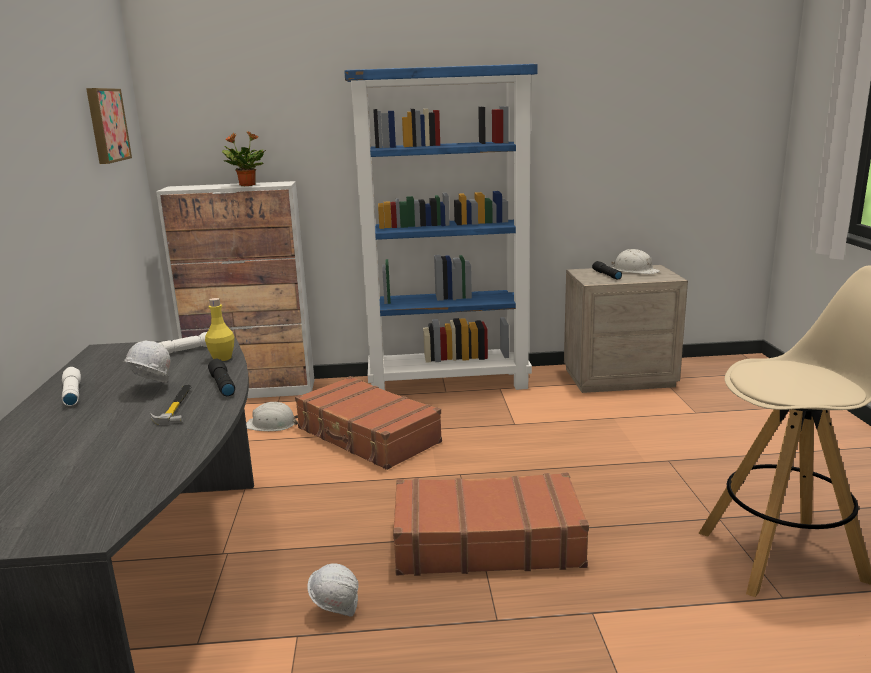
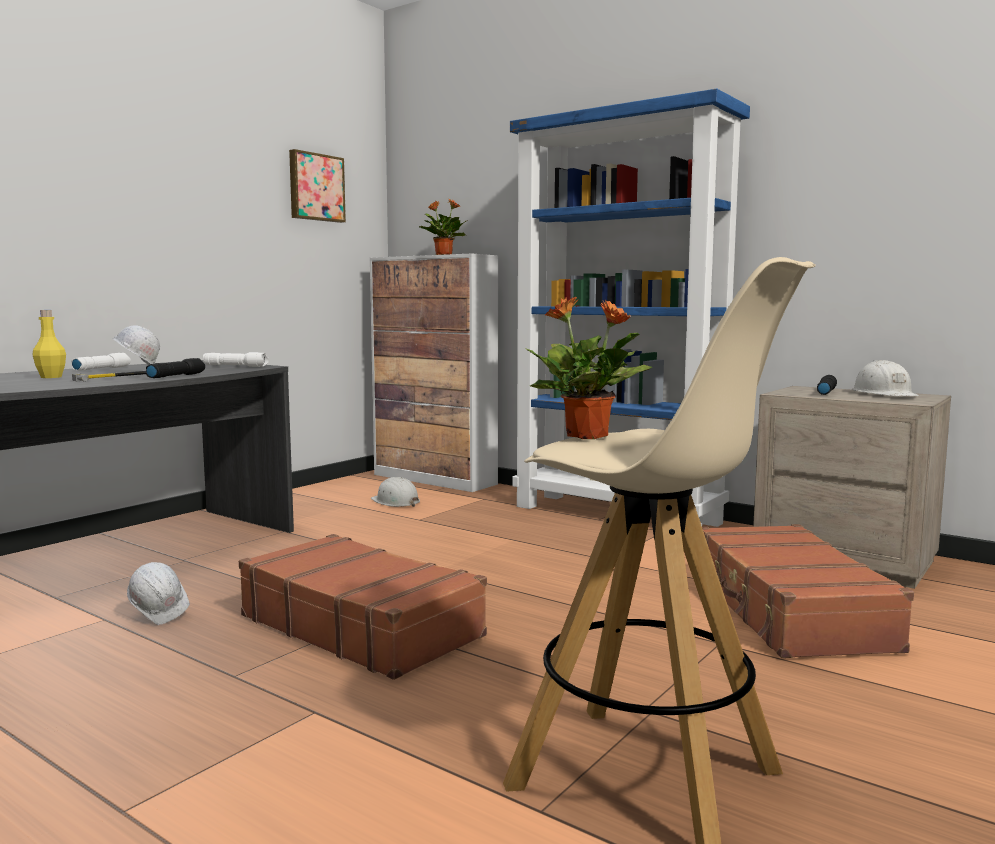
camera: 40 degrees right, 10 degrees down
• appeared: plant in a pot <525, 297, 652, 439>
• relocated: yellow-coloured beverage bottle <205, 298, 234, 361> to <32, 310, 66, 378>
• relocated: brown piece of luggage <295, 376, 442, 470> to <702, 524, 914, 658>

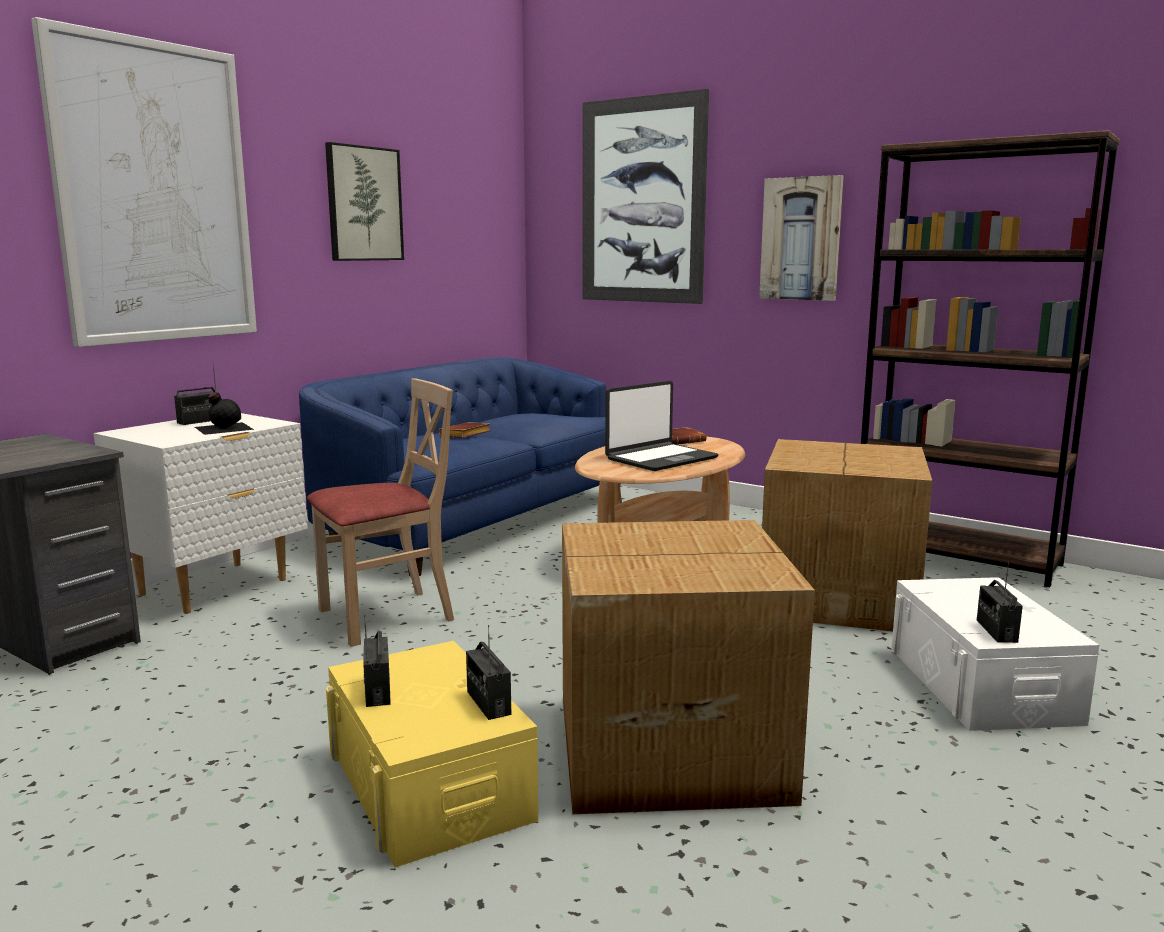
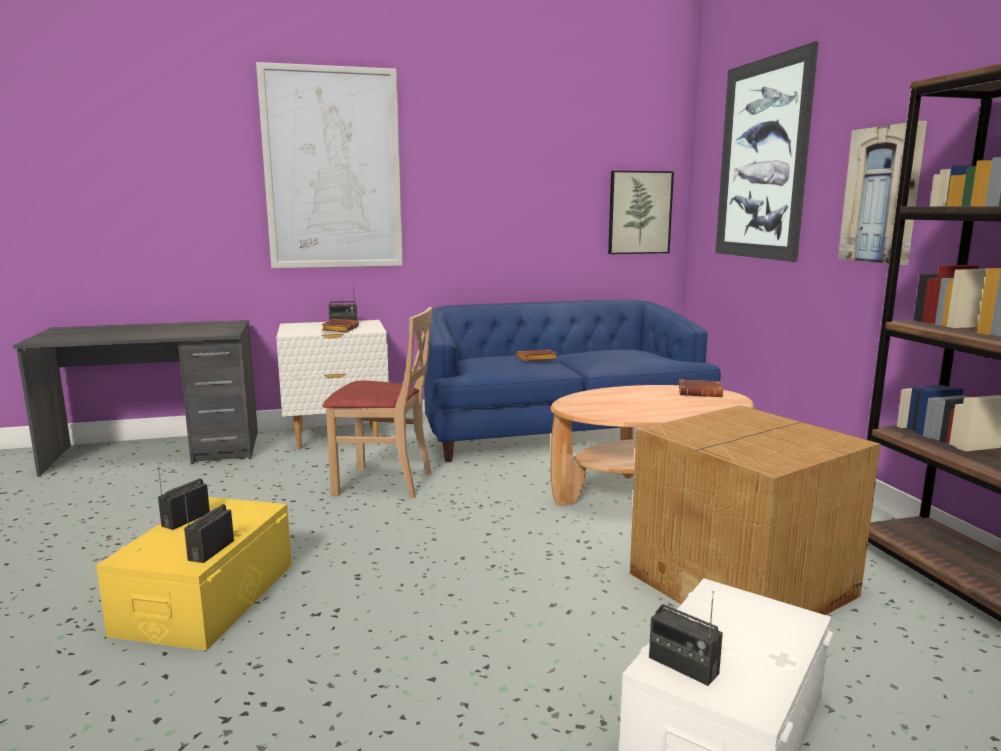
camera: 40 degrees right, 0 degrees up
• missing: packing box <562, 520, 815, 814>
• missing: portable computer <605, 381, 719, 471>
• relocated: wall art <325, 142, 404, 261> to <608, 171, 674, 254>
• exchanged: blackish beverage bottle <195, 392, 254, 435> to brown bound book <321, 319, 359, 332>
• spun: radio <977, 562, 1023, 643> = <649, 591, 723, 686> 90 degrees counterclockwise

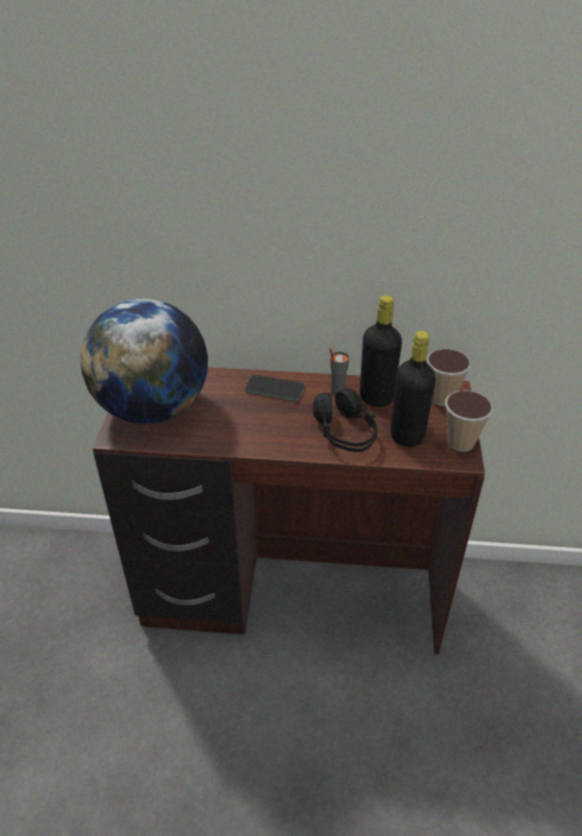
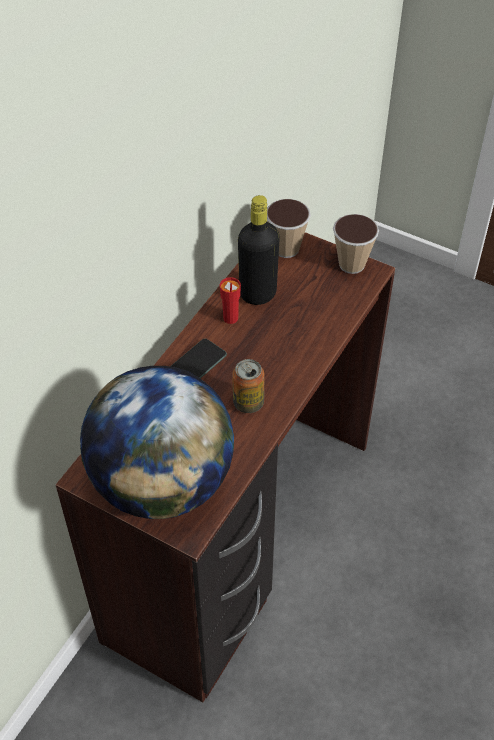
camera: 65 degrees left, 10 degrees up
• missing: blackish headphones <313, 388, 377, 452>
• missing: blackish beverage bottle <391, 330, 436, 447>
• appeared: sealed can <232, 359, 264, 413>
• colour: greyish small cup <330, 348, 350, 396> to reddish small cup <219, 277, 241, 324>

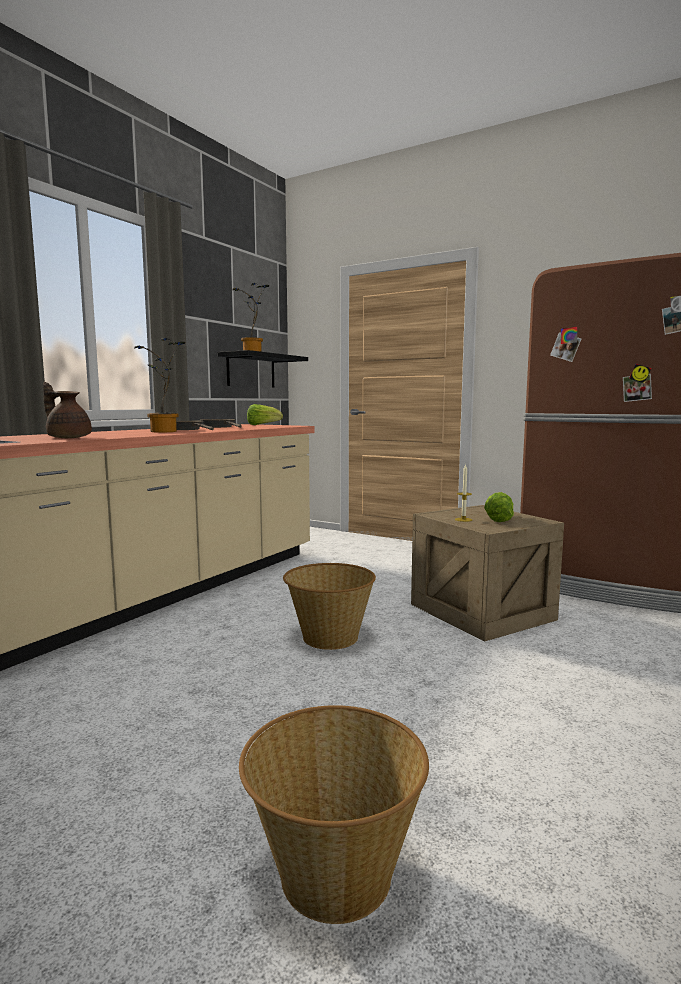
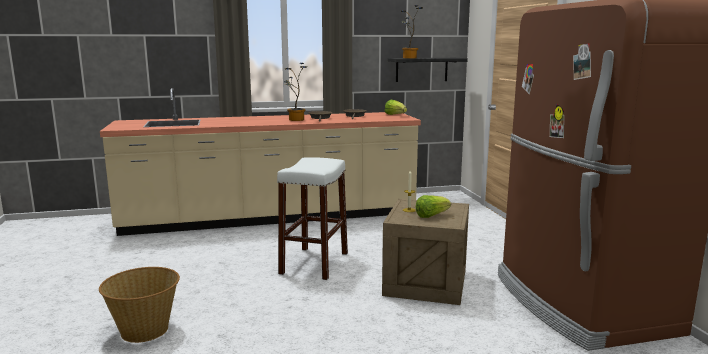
camera: 45 degrees right, 5 degrees up
• missing: brown pot for tea <43, 382, 92, 438>
• exchanged: basket <283, 563, 376, 650> to white-coloured stool seat <277, 157, 348, 280>

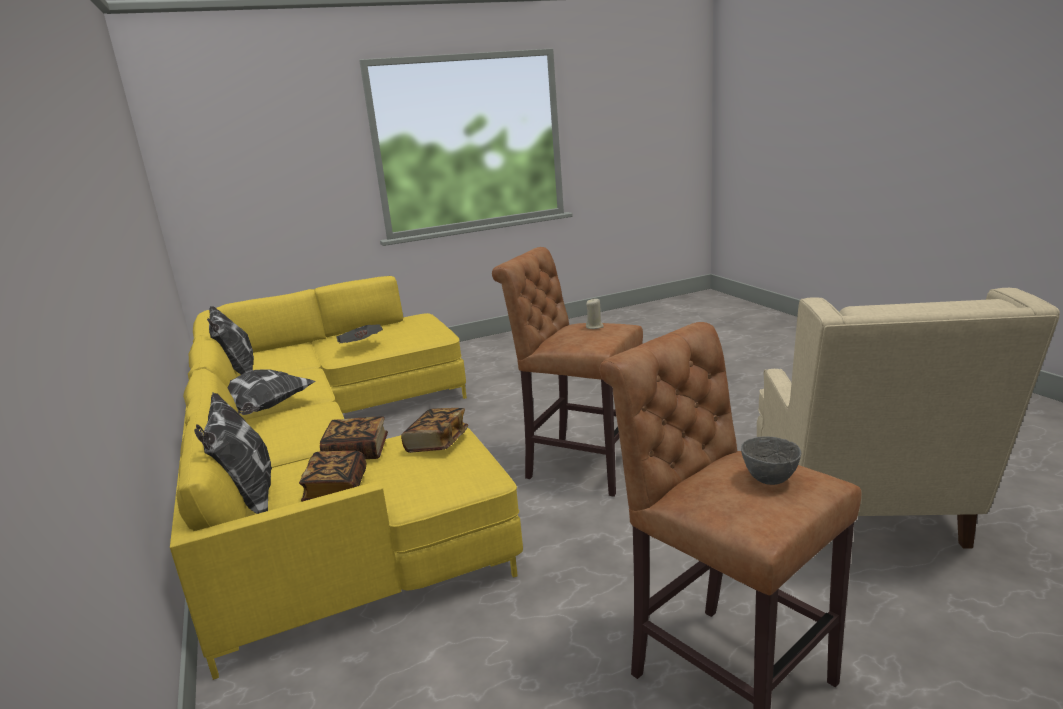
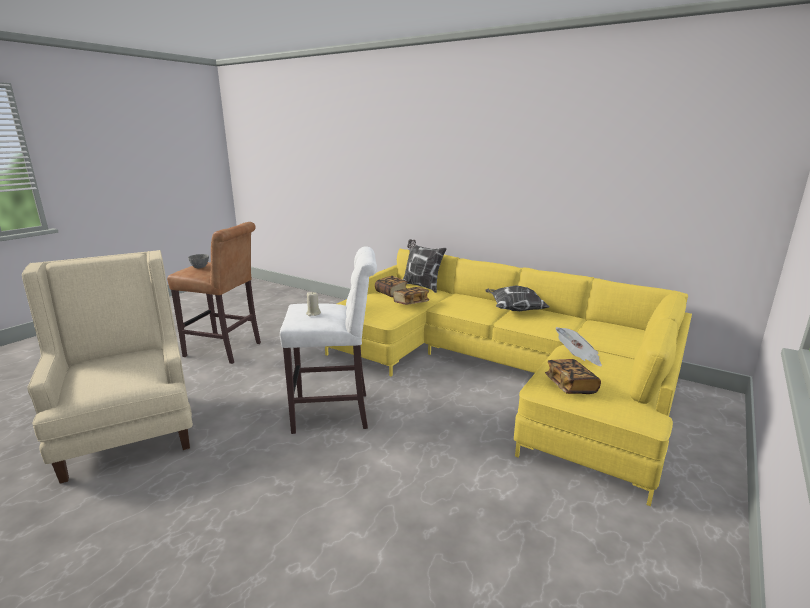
camera: 145 degrees right, 0 degrees up
• missing: cushion <207, 306, 254, 375>
• relocated: bound book <401, 408, 468, 453> to <545, 359, 601, 394>
• colour: brown stool seat <492, 247, 643, 497> to white-coloured stool seat <280, 246, 377, 434>

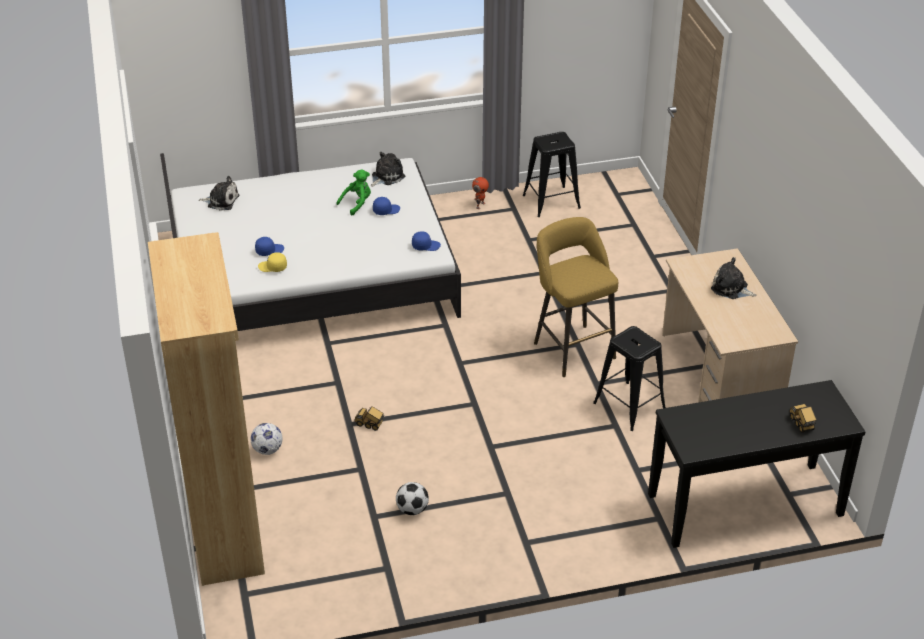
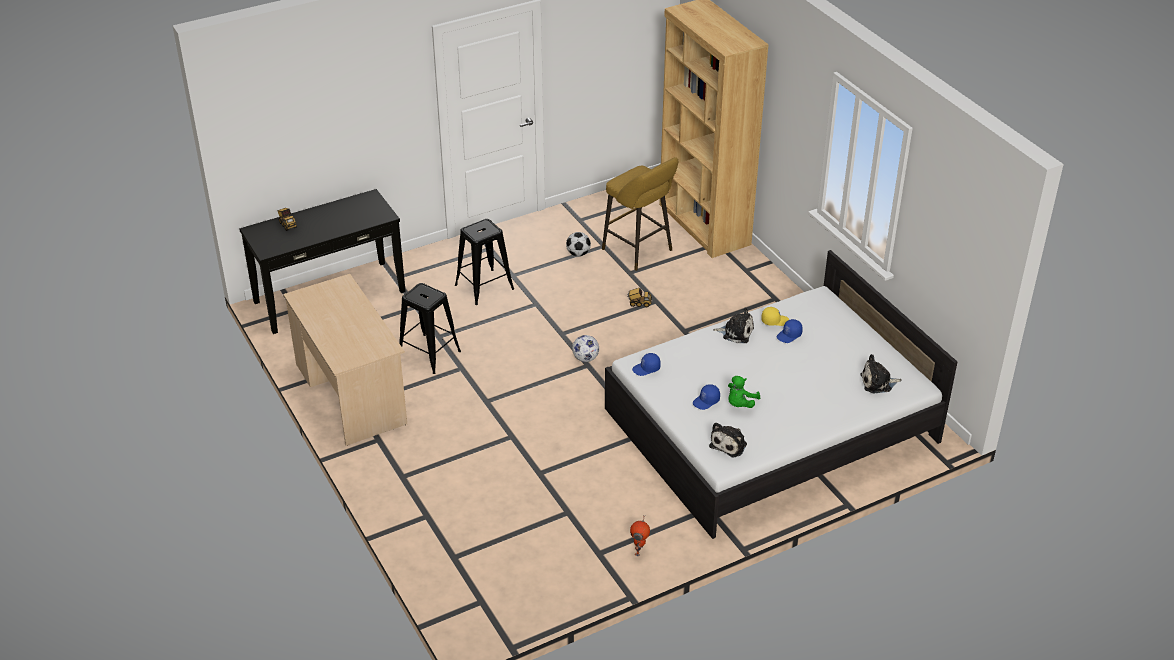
camera: 165 degrees right, 0 degrees up
• relocated: ball for football <251, 423, 283, 455> to <572, 335, 599, 362>
• relocated: blackish stool seat <523, 132, 581, 217> to <455, 219, 514, 305>
• relocated: yellow-coloured stool seat <534, 217, 618, 377> to <602, 157, 678, 271>
• relocated: cuddly toy <711, 257, 757, 299> to <713, 308, 754, 343>

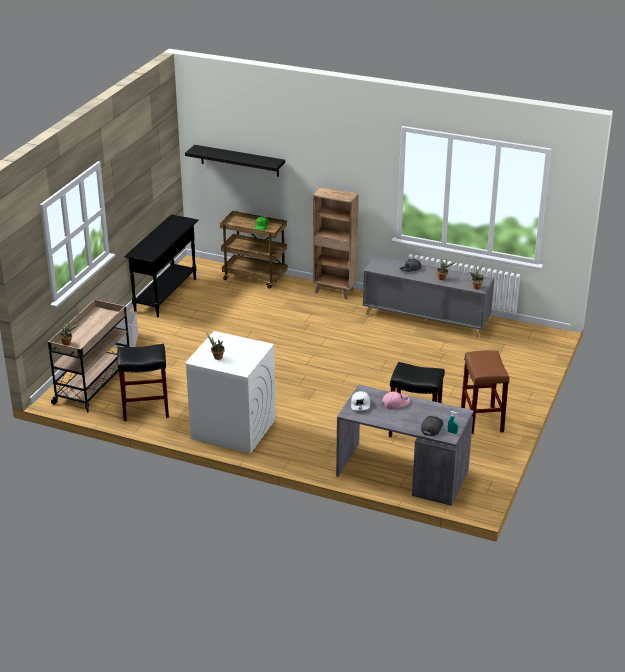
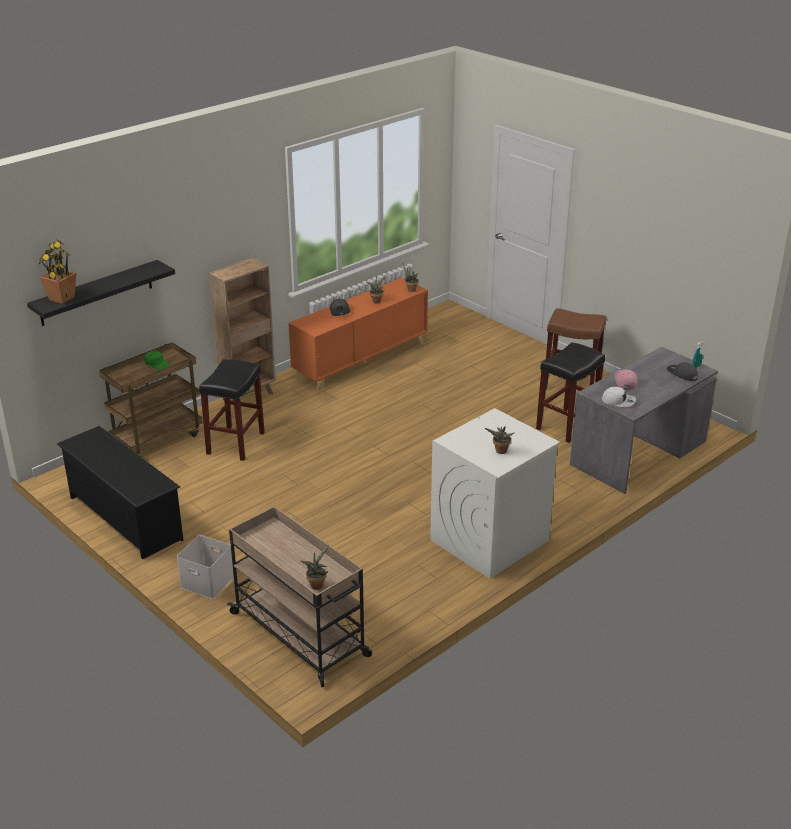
camera: 65 degrees left, 0 degrees up
• appeared: plant in a pot <39, 240, 76, 304>
• relocated: blackish stool seat <117, 344, 169, 421> to <199, 359, 265, 461>
• exchanged: blackish hall table <124, 214, 199, 317> to blackish shoe stand <57, 426, 183, 560>
• colour: greyish cabinet <363, 256, 494, 338> to orange cabinet <288, 278, 428, 391>

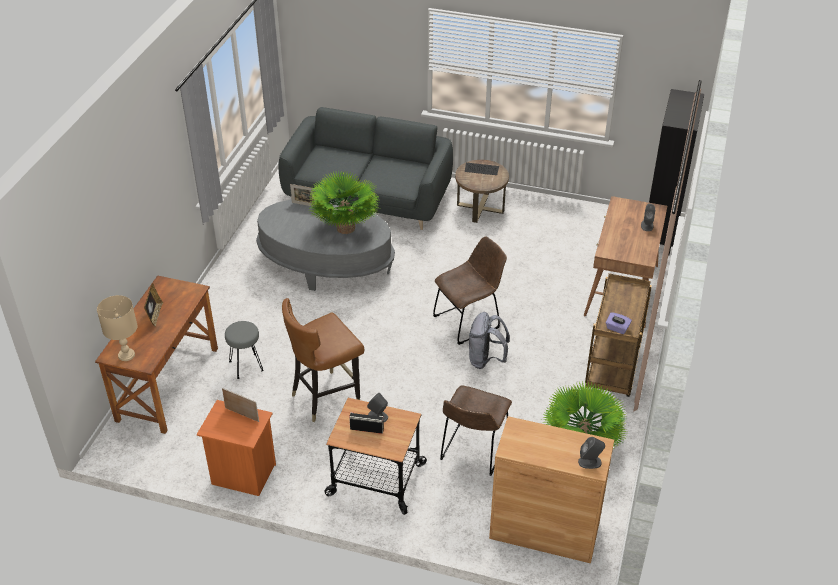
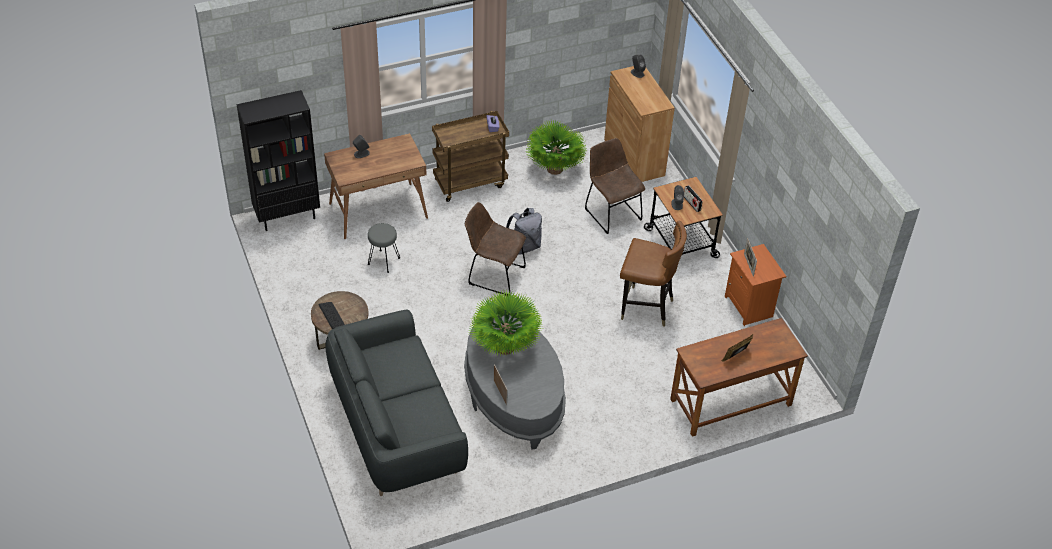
camera: 130 degrees left, 5 degrees up
• missing: sand-coloured lamp for a table <97, 295, 137, 361>
• relocated: greyish stool seat <225, 321, 264, 379> to <368, 223, 400, 273>
• spun: brown chair <440, 385, 512, 476> = <585, 138, 645, 234> 105 degrees counterclockwise

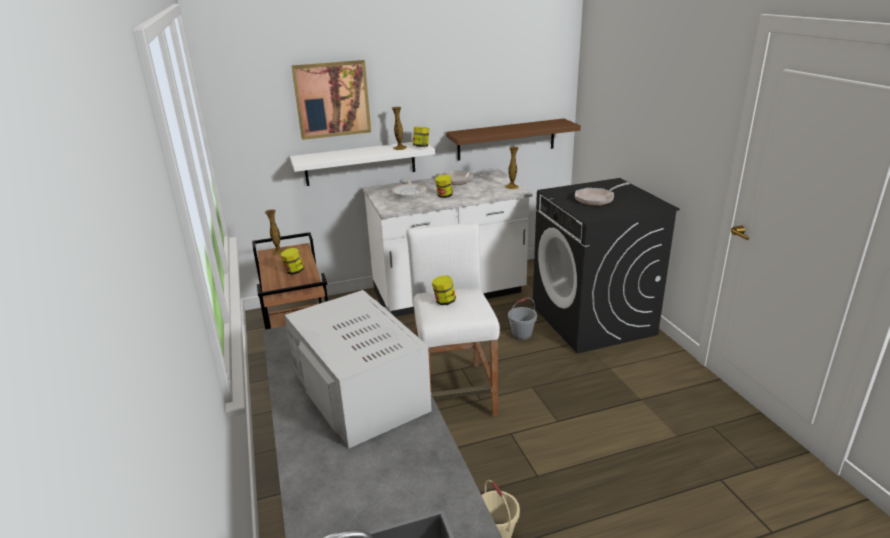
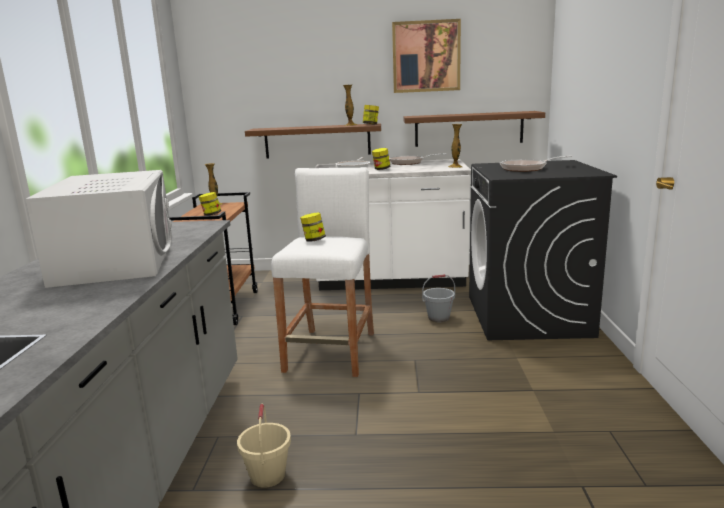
camera: 20 degrees right, 10 degrees down
• relocated: wall art <291, 60, 371, 140> to <392, 19, 461, 93>
• colour: white-coloured shelf <290, 142, 435, 186> to brown shelf <245, 123, 381, 158>

